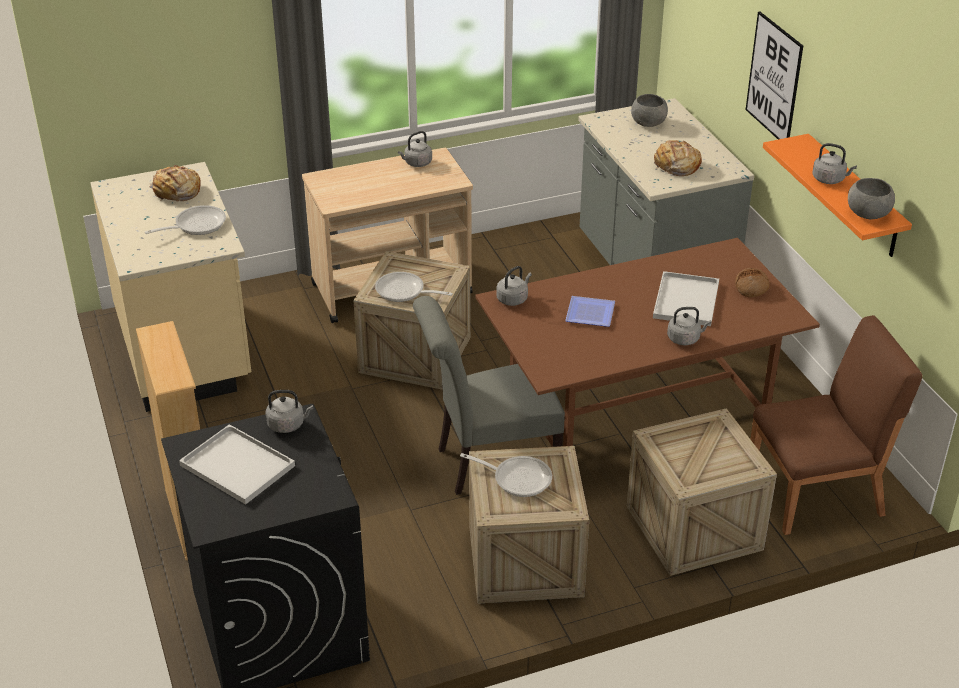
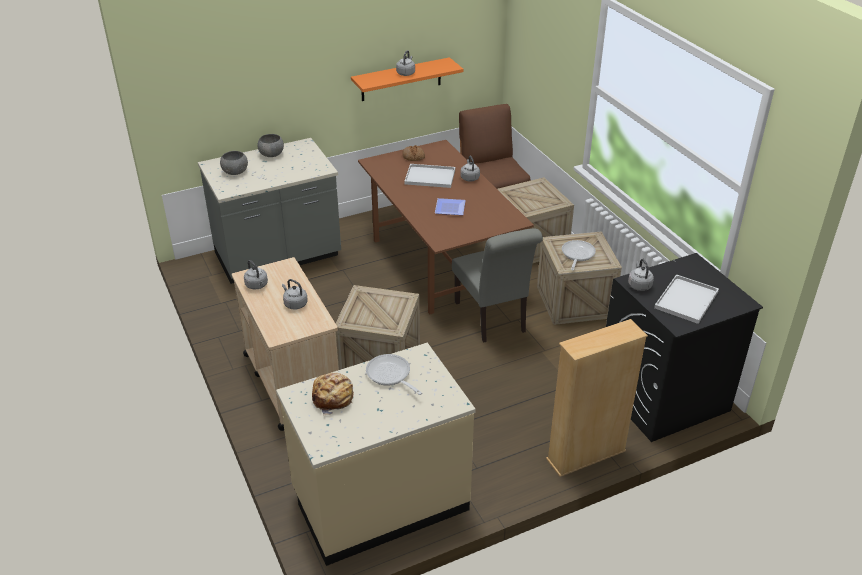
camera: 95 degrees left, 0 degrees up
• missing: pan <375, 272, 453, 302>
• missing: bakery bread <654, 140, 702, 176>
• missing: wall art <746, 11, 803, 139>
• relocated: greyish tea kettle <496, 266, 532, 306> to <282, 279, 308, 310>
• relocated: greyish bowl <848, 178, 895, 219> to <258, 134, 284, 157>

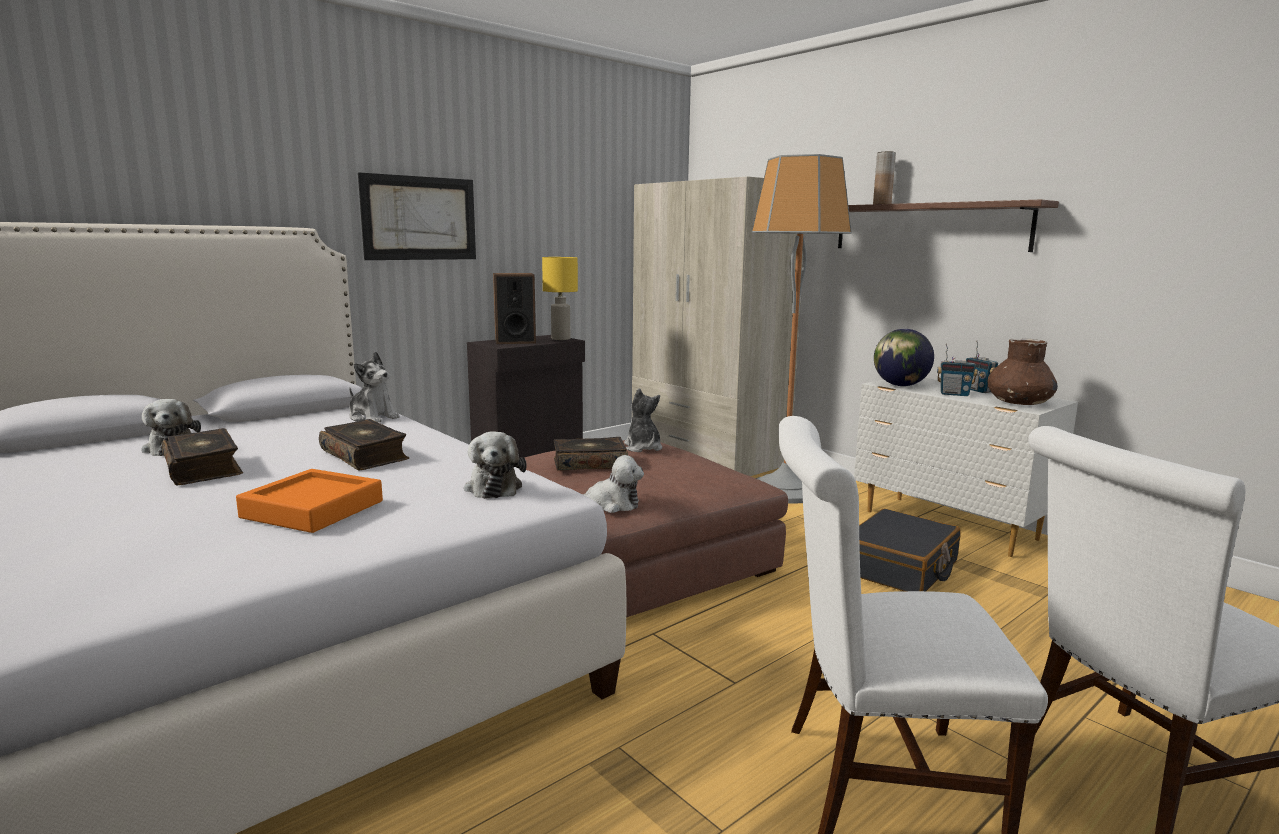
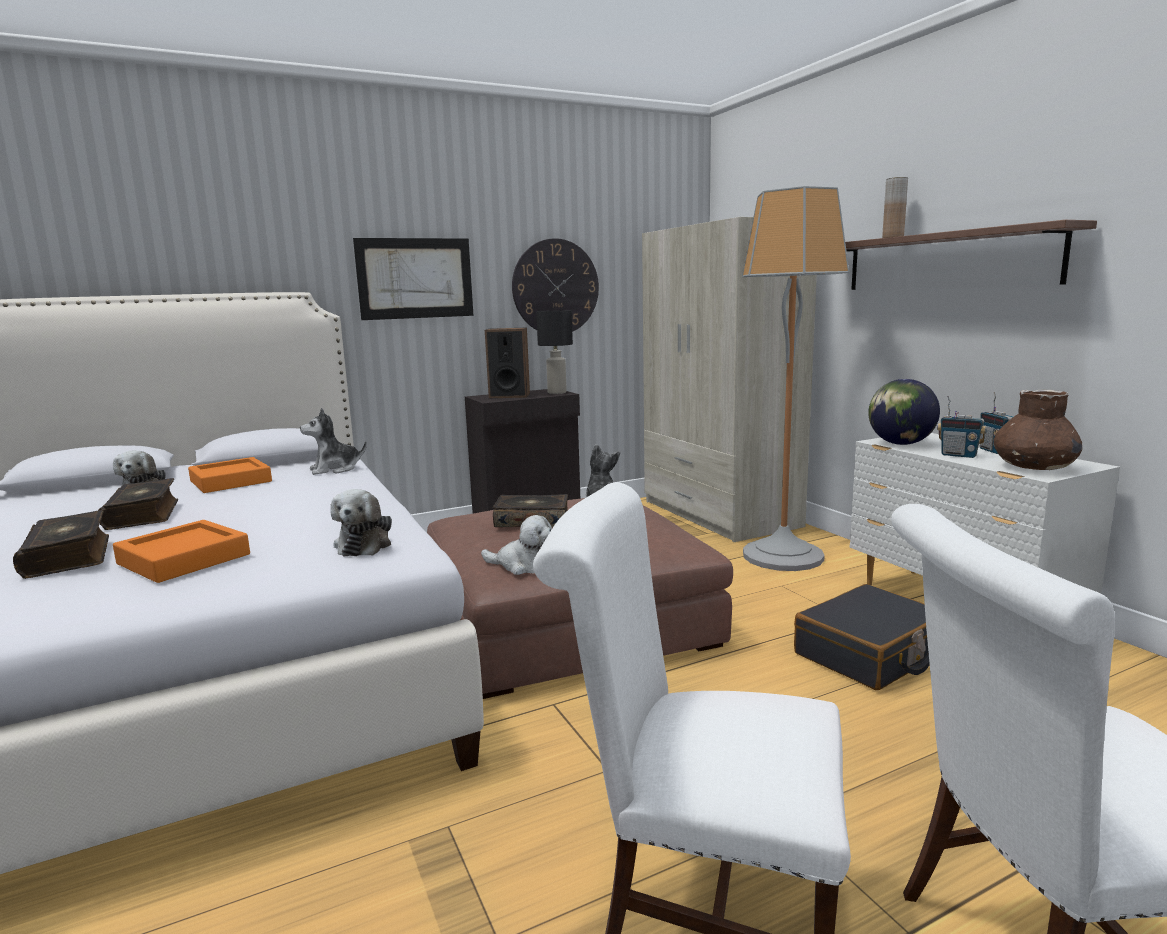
camera: 15 degrees right, 0 degrees up
• appeared: orange carrying tray <188, 457, 272, 493>
• appeared: clock on the wall <512, 238, 599, 332>
• relocated: bound book <319, 419, 409, 471> to <13, 510, 109, 579>
• colour: yellow-coloured lamp for a table <542, 257, 578, 340> to blackish lamp for a table <536, 310, 573, 394>
• spun: cuddly toy <349, 351, 400, 423> = <300, 408, 367, 475> 105 degrees clockwise

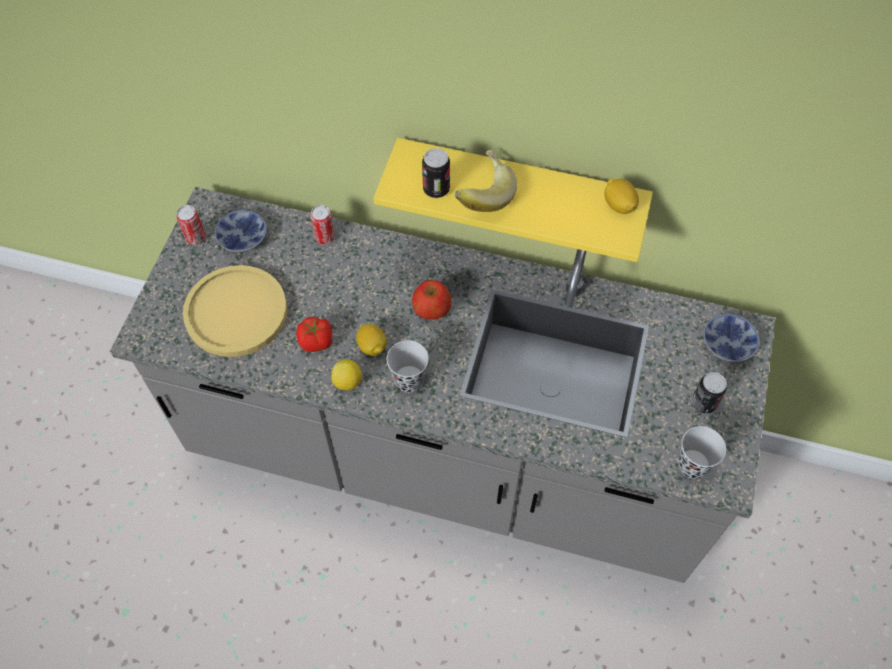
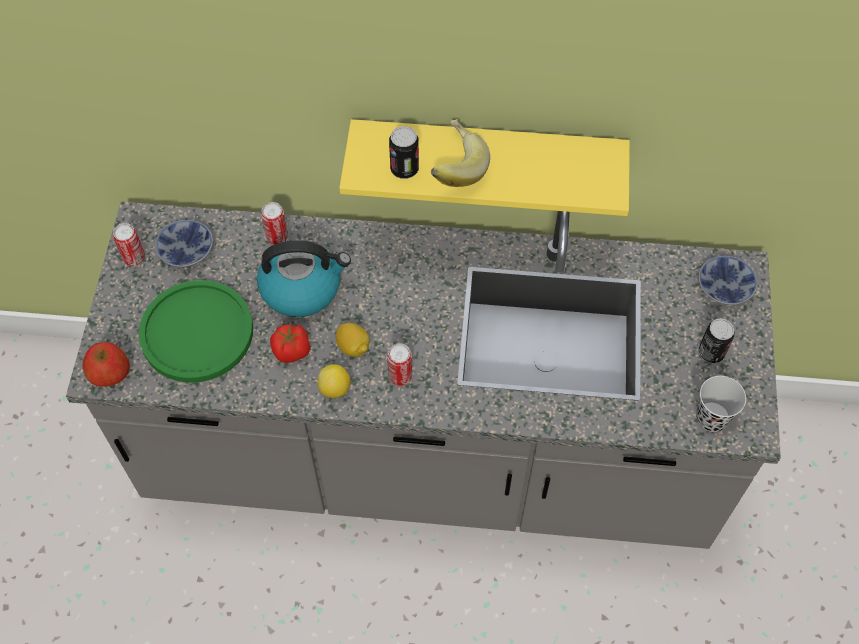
camera: 10 degrees left, 0 degrees up
• missing: whole lemon <604, 178, 639, 214>
• appeared: tea kettle <257, 240, 351, 317>
• relocated: apple fruit <412, 280, 451, 320> to <82, 342, 130, 387>
• exchanged: blackish small cup <387, 340, 429, 392> to sealed can <387, 343, 412, 386>
• colour: yellow-coloured plate <183, 265, 287, 357> to green-coloured plate <139, 280, 253, 383>

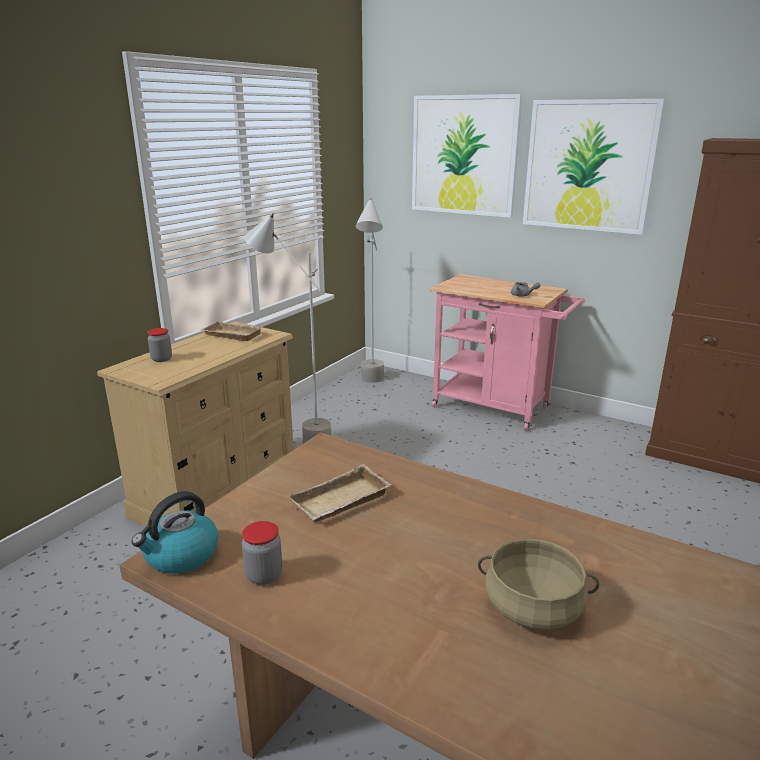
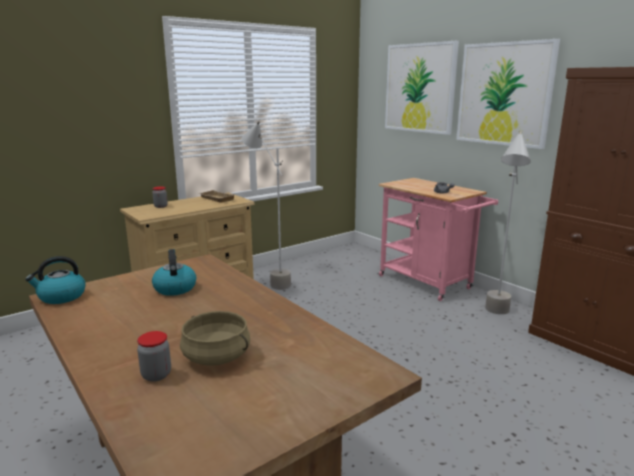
camera: 20 degrees right, 5 degrees down
• relocated: jar <242, 521, 282, 585> to <137, 331, 171, 382>
• relocated: greyish floor lamp <355, 197, 384, 382> to <485, 131, 531, 314>
• exchanged: sand-coloured carrying tray <287, 464, 392, 523> to tea kettle <152, 249, 196, 296>

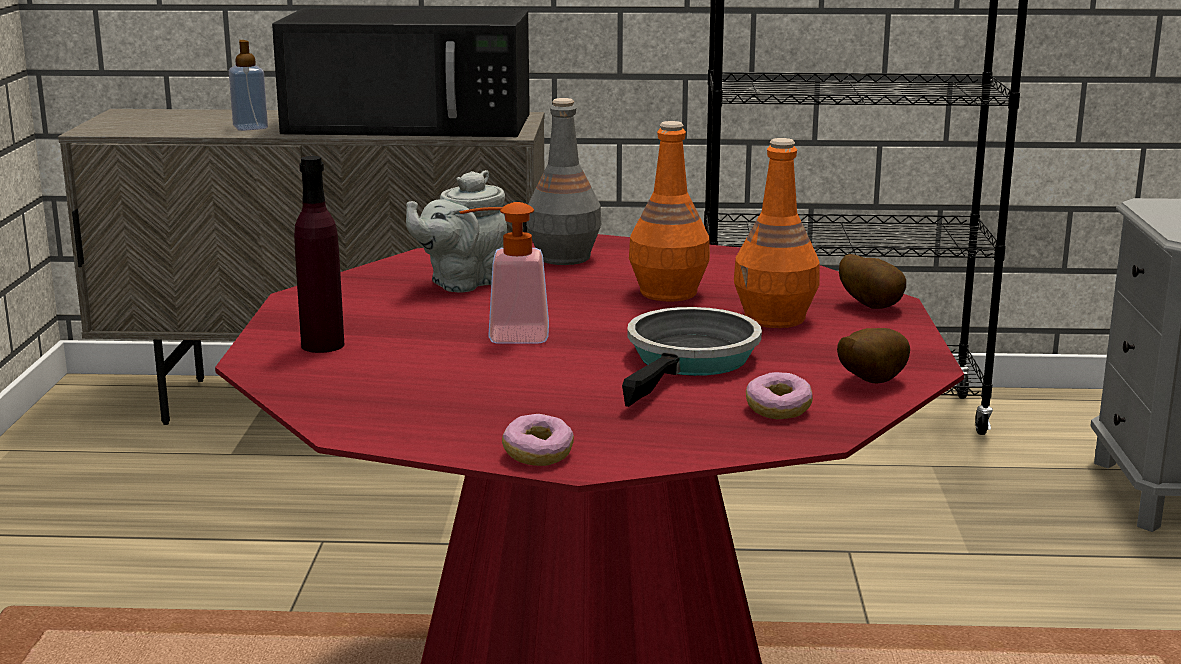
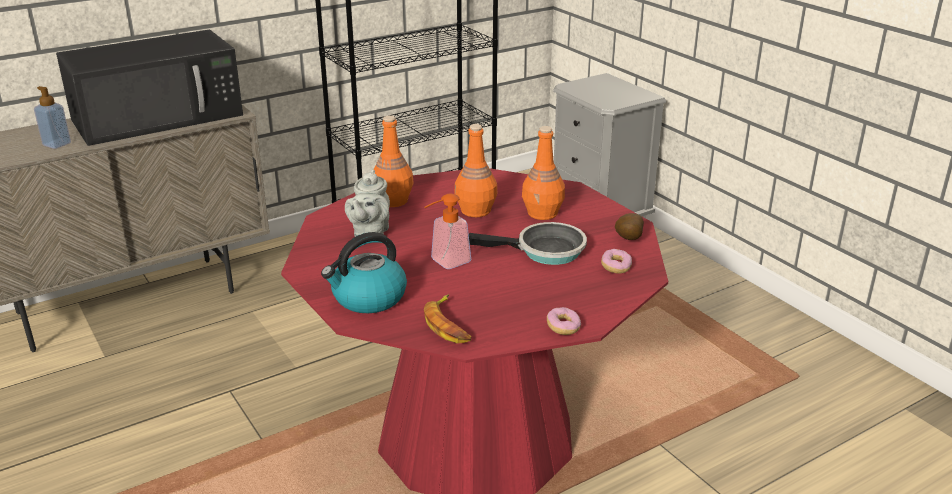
camera: 35 degrees left, 10 degrees up
• missing: whole potato <839, 254, 906, 309>
• appeared: banana fruit <424, 294, 471, 344>
• exchanged: purple beverage bottle <294, 156, 344, 353> to tea kettle <321, 232, 407, 313>
• colour: greyish beverage bottle <526, 98, 601, 265> to orange beverage bottle <374, 115, 414, 207>
• spun: pan <622, 307, 762, 407> = <469, 222, 587, 265> 105 degrees clockwise

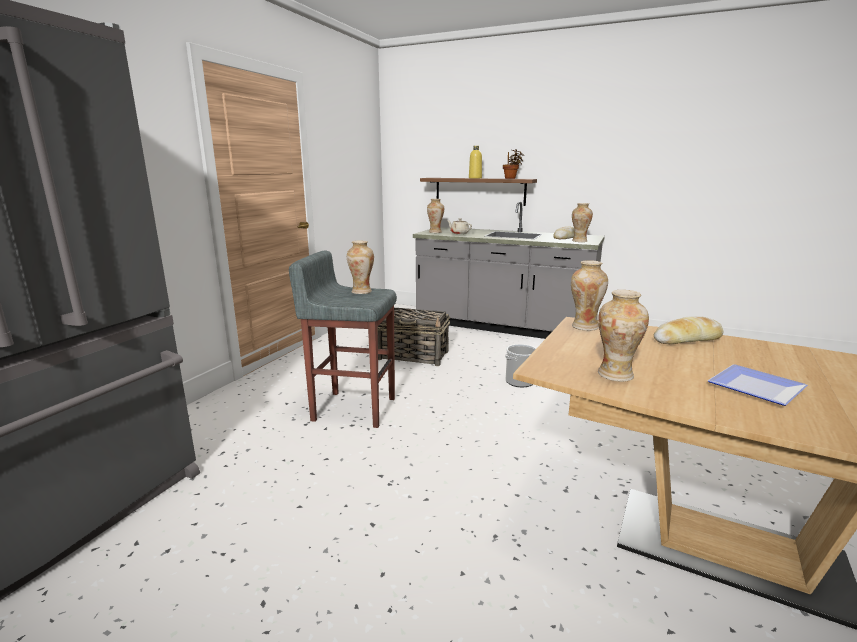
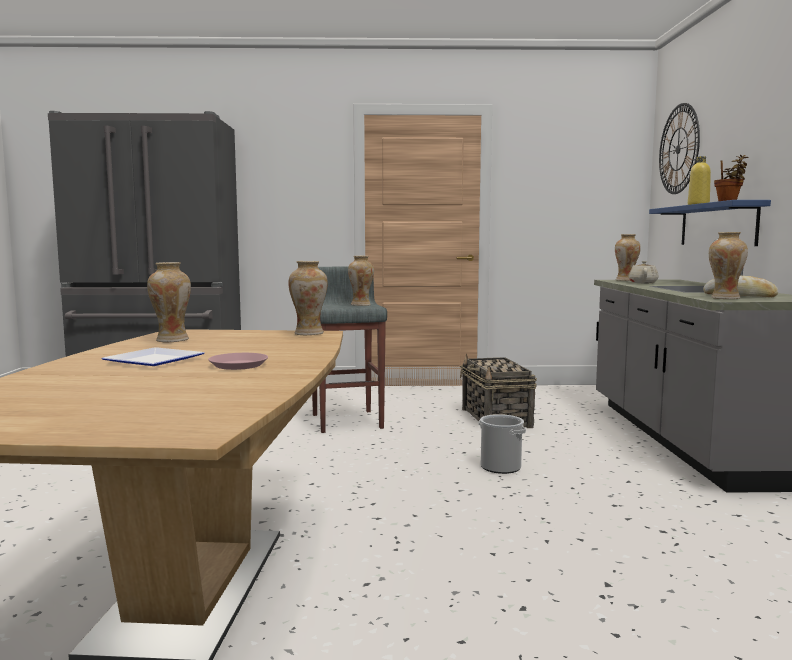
camera: 65 degrees right, 10 degrees down
• missing: bakery bread <654, 317, 723, 344>
• appeared: pink-coloured plate <208, 353, 268, 370>
• appeared: clock on the wall <659, 103, 700, 194>
• colour: brown shelf <420, 178, 537, 206> to blue shelf <649, 200, 771, 246>

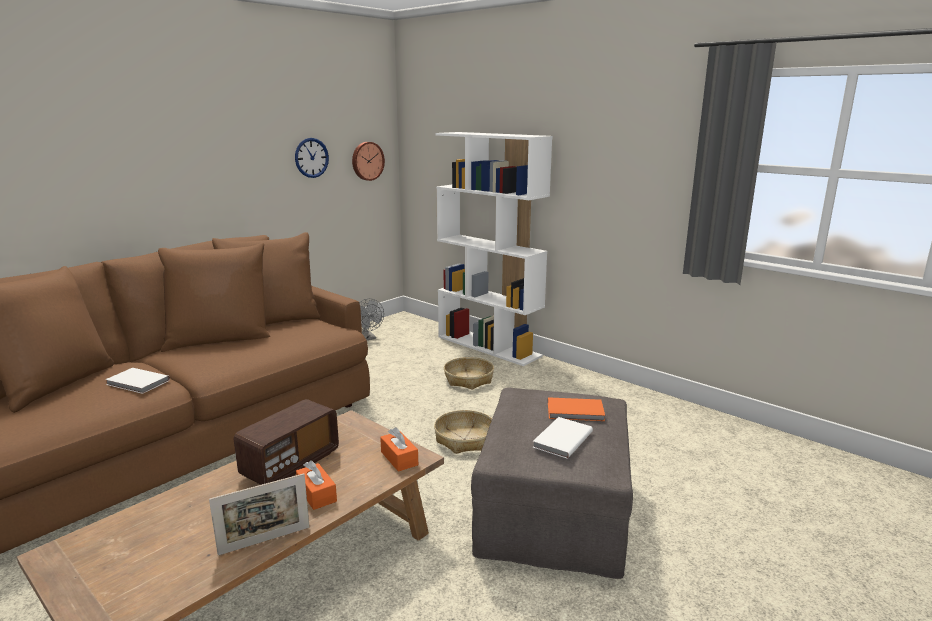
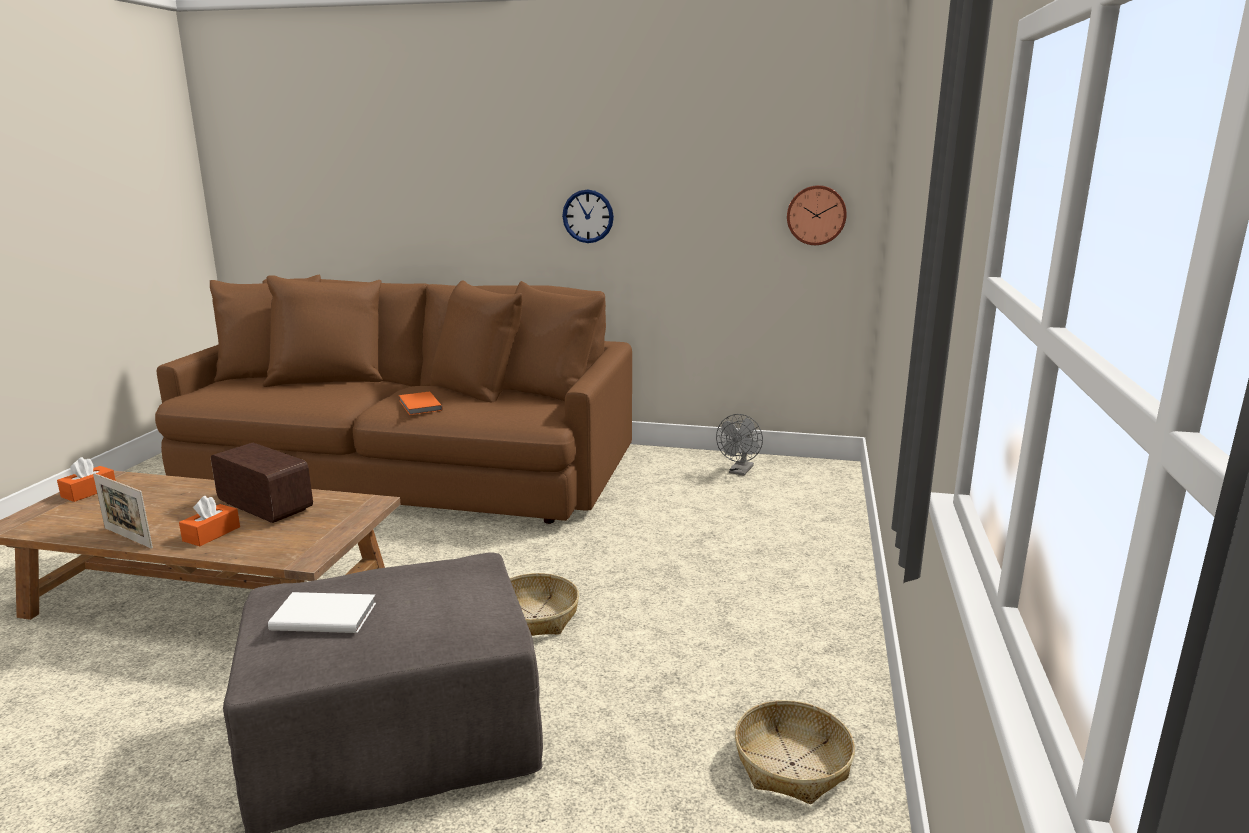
camera: 60 degrees right, 0 degrees up
• missing: white-coloured bound book <105, 368, 170, 394>
• missing: white-coloured shelving unit <436, 132, 552, 366>
• relocated: clock on the wall <295, 138, 329, 178> to <562, 189, 614, 243>
• relocated: orange tissue box <380, 427, 418, 472> to <57, 457, 116, 502>
• relocated: basket <444, 357, 494, 390> to <735, 700, 855, 804>
• relocated: orange bound book <548, 397, 605, 421> to <399, 391, 443, 415>
• spun: radio <234, 399, 339, 485> = <211, 443, 313, 523> 150 degrees counterclockwise

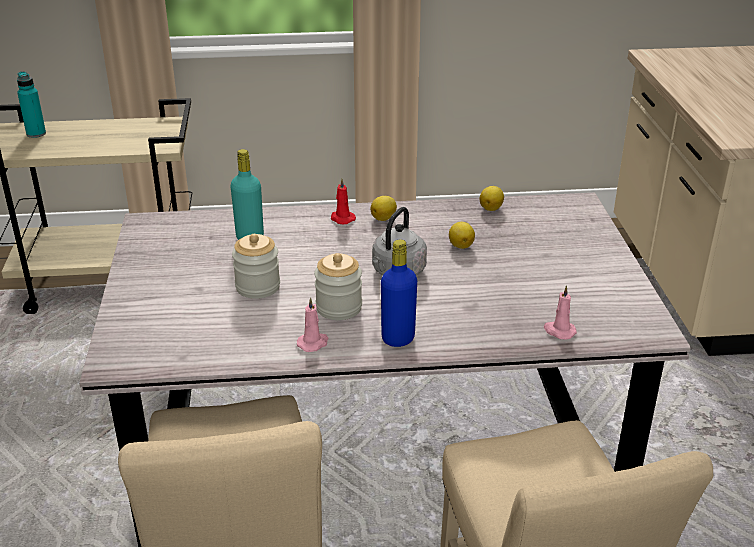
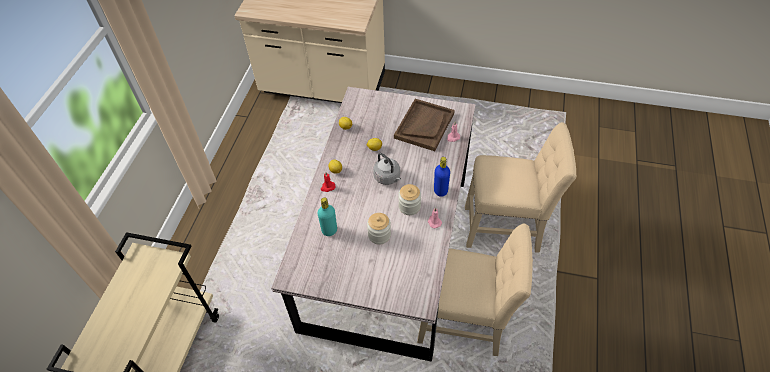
camera: 70 degrees left, 20 degrees up
• missing: turquoise beverage bottle <17, 71, 46, 138>
• appeared: brown carrying tray <394, 99, 455, 151>

